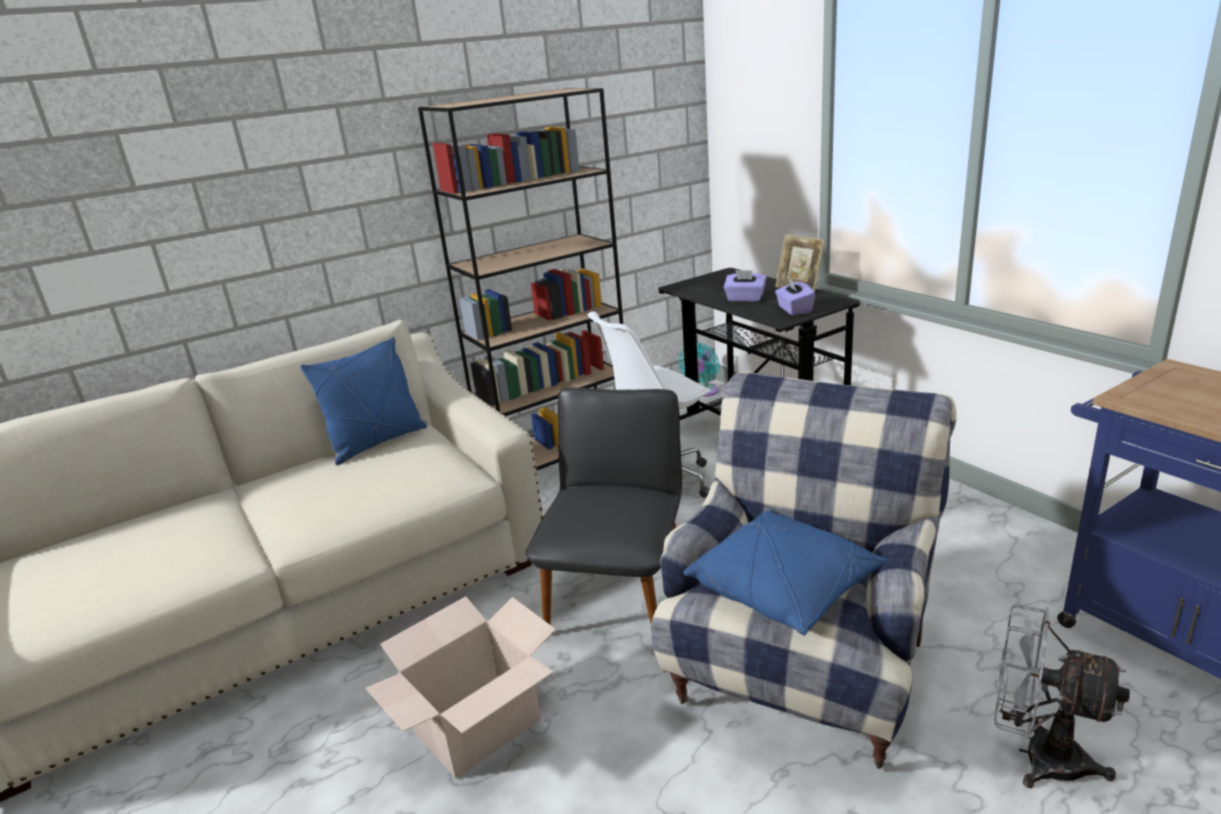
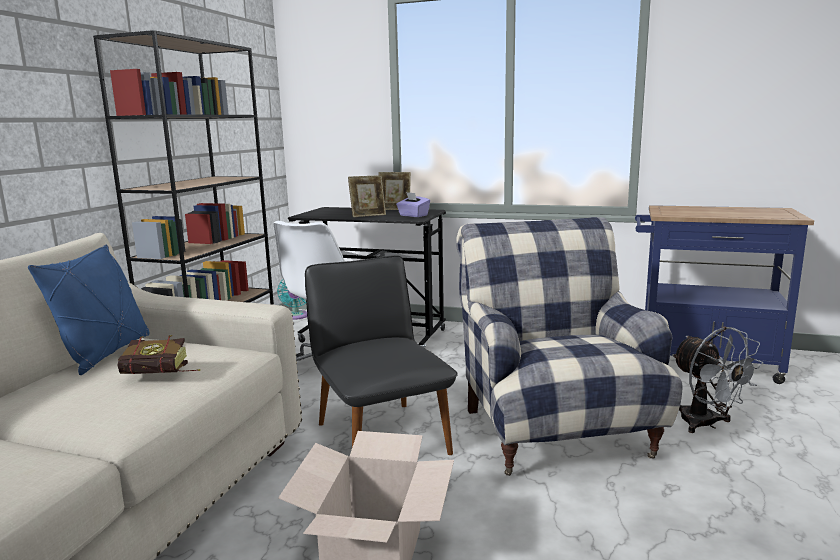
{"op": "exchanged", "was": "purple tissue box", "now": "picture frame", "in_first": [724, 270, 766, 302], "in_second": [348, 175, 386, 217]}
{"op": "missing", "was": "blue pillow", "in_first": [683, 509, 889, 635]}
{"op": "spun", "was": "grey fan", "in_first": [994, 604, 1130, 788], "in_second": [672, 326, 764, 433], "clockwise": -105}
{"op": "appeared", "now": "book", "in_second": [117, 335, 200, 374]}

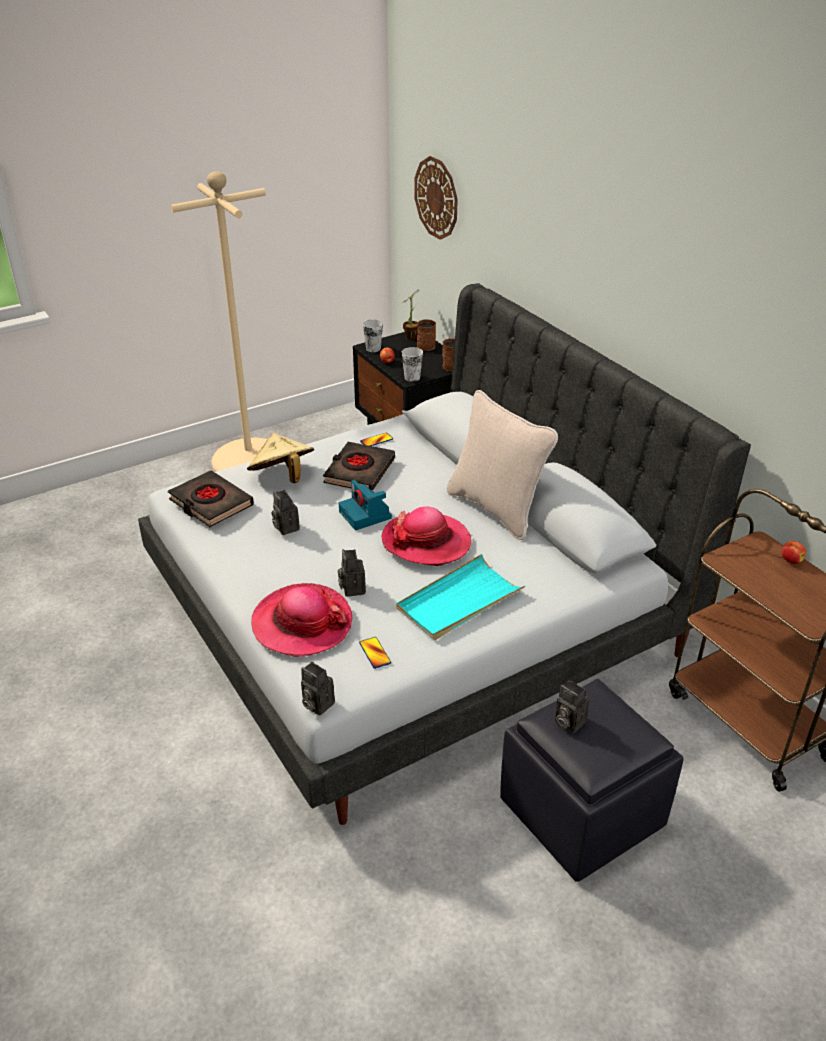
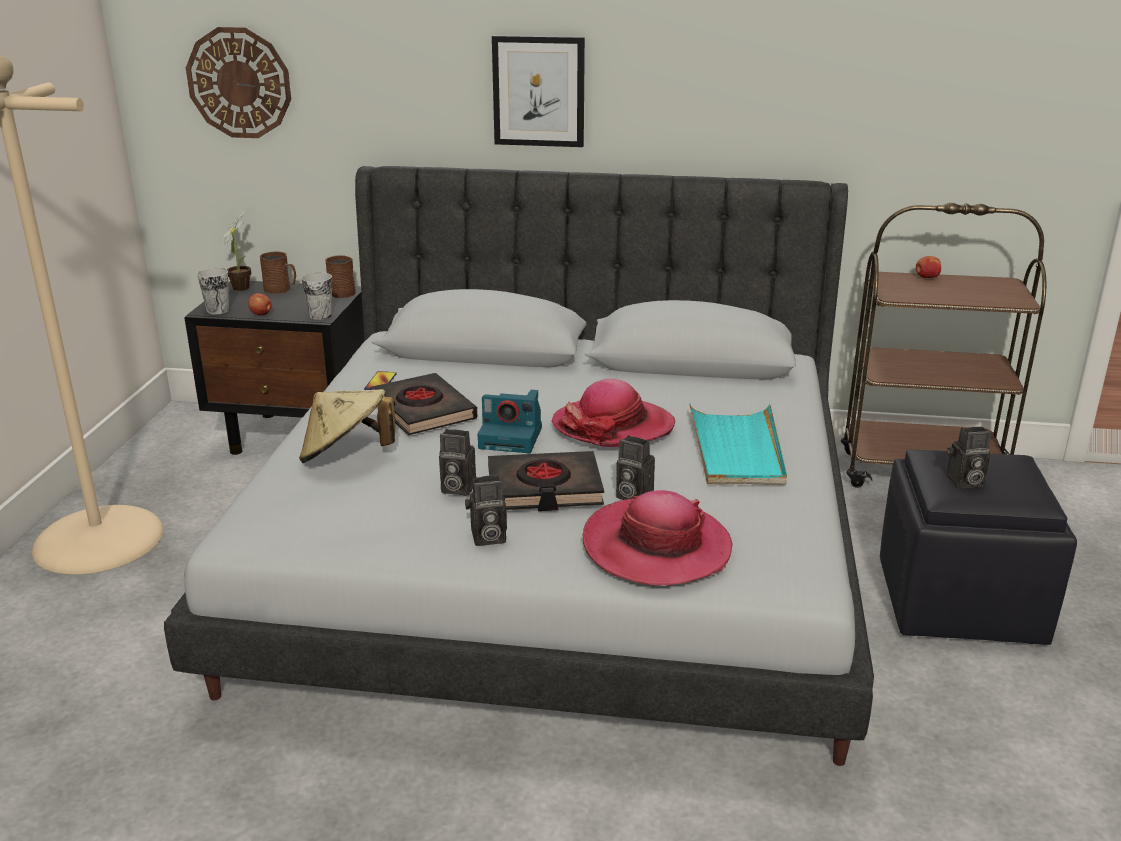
{"op": "missing", "was": "beige pillow", "in_first": [446, 390, 558, 540]}
{"op": "relocated", "was": "black book", "in_first": [168, 470, 254, 527], "in_second": [488, 451, 604, 511]}
{"op": "missing", "was": "phone", "in_first": [359, 637, 391, 669]}
{"op": "relocated", "was": "photo camera", "in_first": [301, 662, 335, 716], "in_second": [465, 475, 507, 546]}
{"op": "appeared", "now": "picture", "in_second": [492, 35, 585, 147]}

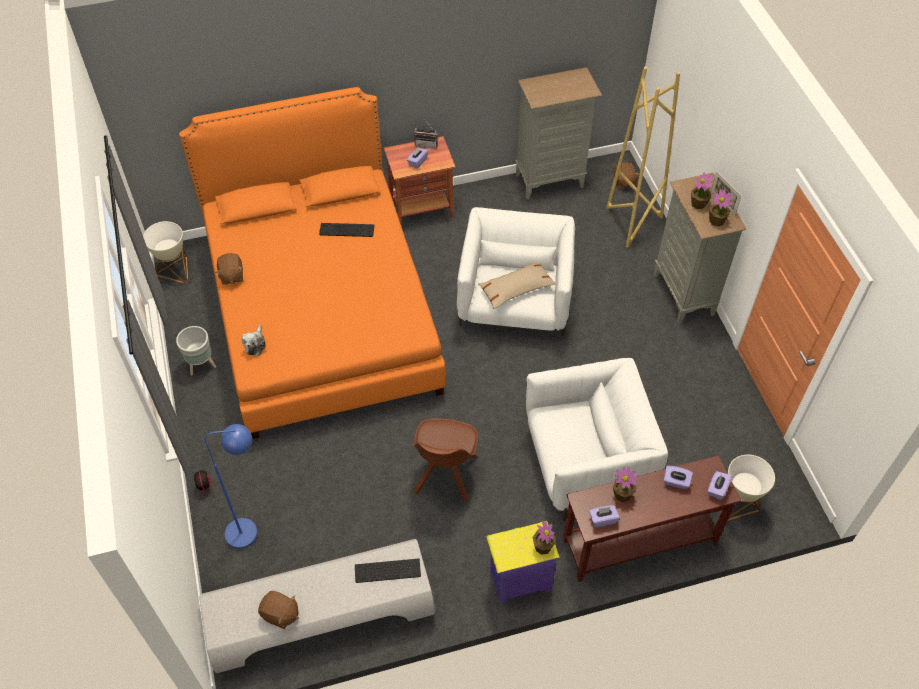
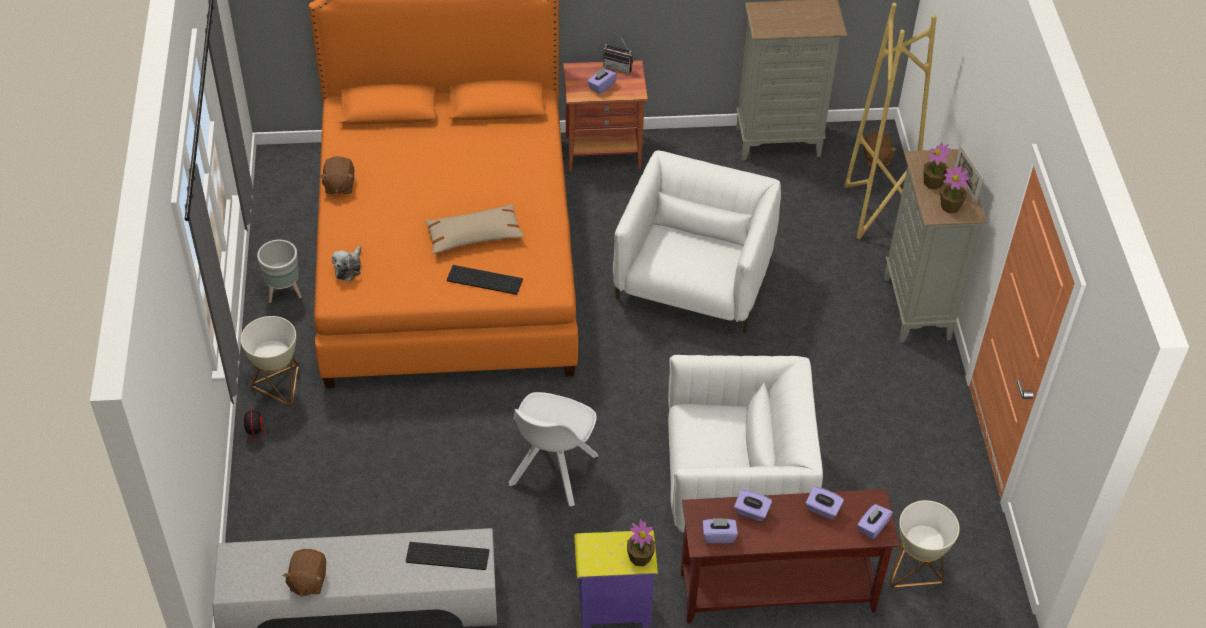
{"op": "relocated", "was": "planter", "in_first": [143, 221, 188, 284], "in_second": [240, 316, 299, 406]}
{"op": "relocated", "was": "keyboard", "in_first": [319, 223, 375, 237], "in_second": [447, 265, 523, 295]}
{"op": "relocated", "was": "beige pillow", "in_first": [478, 262, 556, 309], "in_second": [425, 204, 525, 254]}
{"op": "colour", "was": "brown chair", "now": "white chair", "in_first": [413, 418, 478, 502], "in_second": [508, 392, 599, 507]}
{"op": "missing", "was": "blue floor lamp", "in_first": [204, 424, 258, 549]}
{"op": "exchanged", "was": "potted plant", "now": "purple tissue box", "in_first": [613, 467, 638, 502], "in_second": [734, 489, 772, 522]}
{"op": "spun", "was": "brown plush toy", "in_first": [258, 591, 299, 629], "in_second": [282, 549, 326, 597], "clockwise": 60}

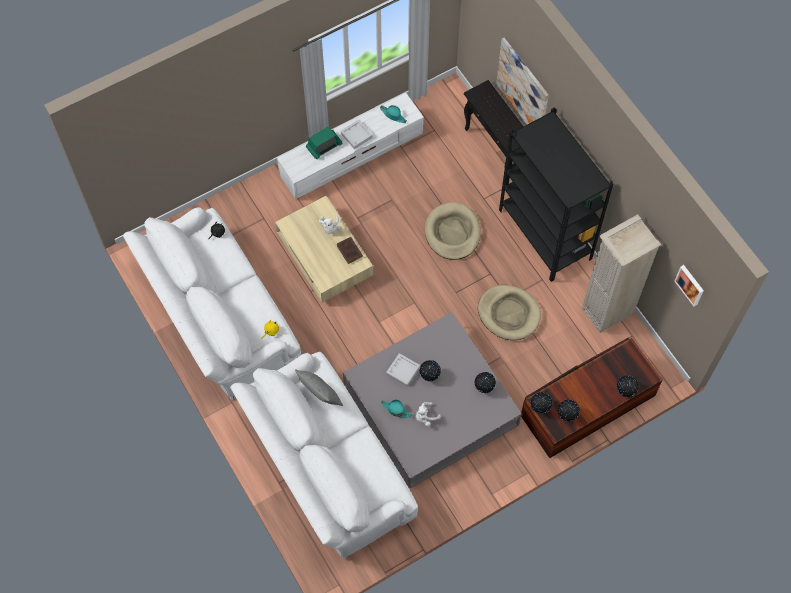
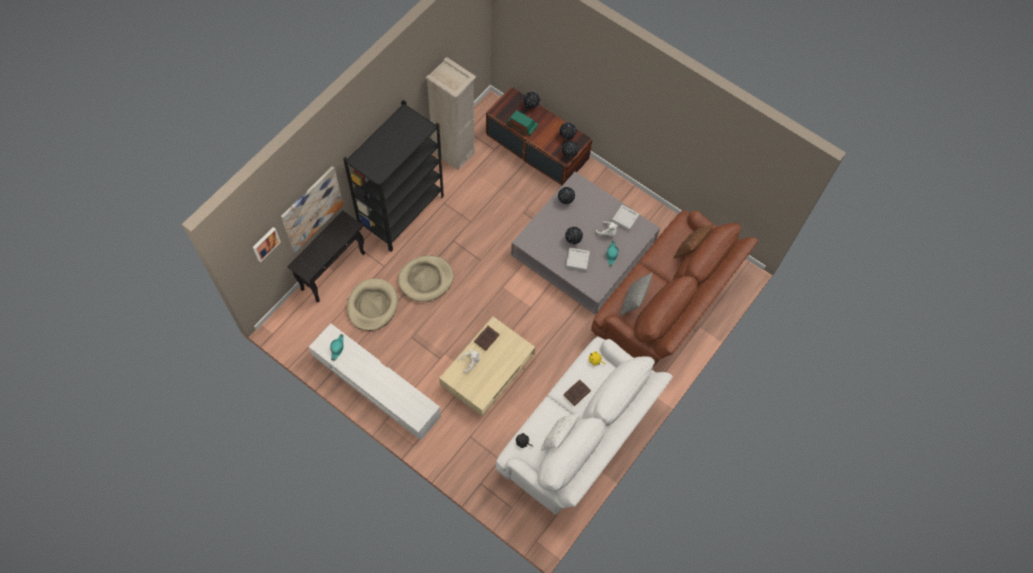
{"op": "relocated", "was": "grey tray", "in_first": [341, 120, 373, 149], "in_second": [612, 205, 640, 231]}
{"op": "relocated", "was": "radio", "in_first": [306, 126, 343, 159], "in_second": [507, 111, 538, 136]}
{"op": "relocated", "was": "picture", "in_first": [674, 265, 704, 306], "in_second": [253, 227, 281, 262]}
{"op": "relocated", "was": "beige dog bed", "in_first": [478, 285, 541, 340], "in_second": [347, 278, 398, 331]}
{"op": "colour", "was": "white sofa", "now": "brown sofa", "in_first": [230, 352, 418, 559], "in_second": [591, 210, 758, 367]}
{"op": "appeared", "now": "brown pillow", "in_second": [673, 224, 714, 259]}
{"op": "appeared", "now": "brown book", "in_second": [564, 380, 591, 406]}
{"op": "appeared", "now": "white pillow", "in_second": [541, 413, 580, 451]}

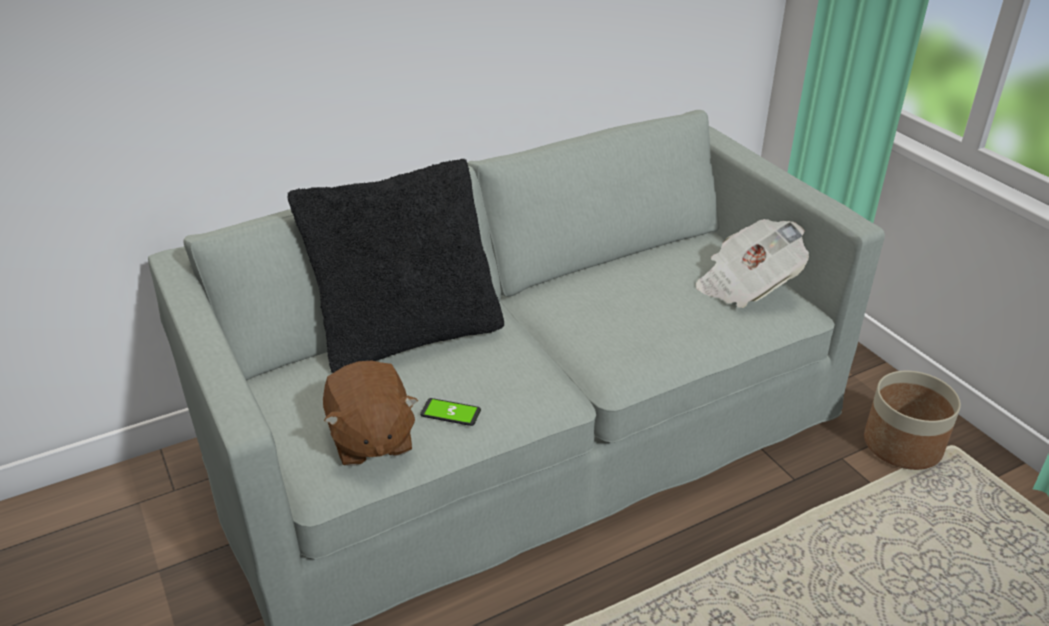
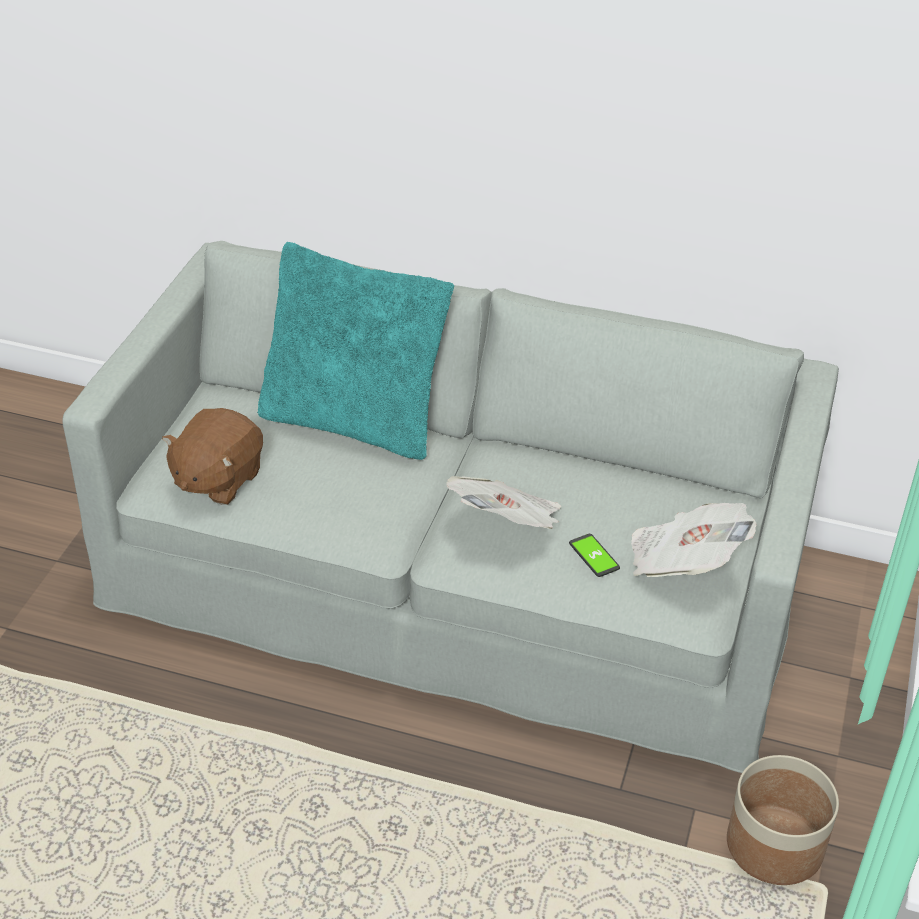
{"op": "colour", "was": "black pillow", "now": "turquoise pillow", "in_first": [287, 159, 504, 373], "in_second": [257, 242, 454, 460]}
{"op": "relocated", "was": "phone", "in_first": [420, 398, 481, 426], "in_second": [569, 534, 620, 577]}
{"op": "appeared", "now": "newspaper", "in_second": [447, 476, 561, 529]}

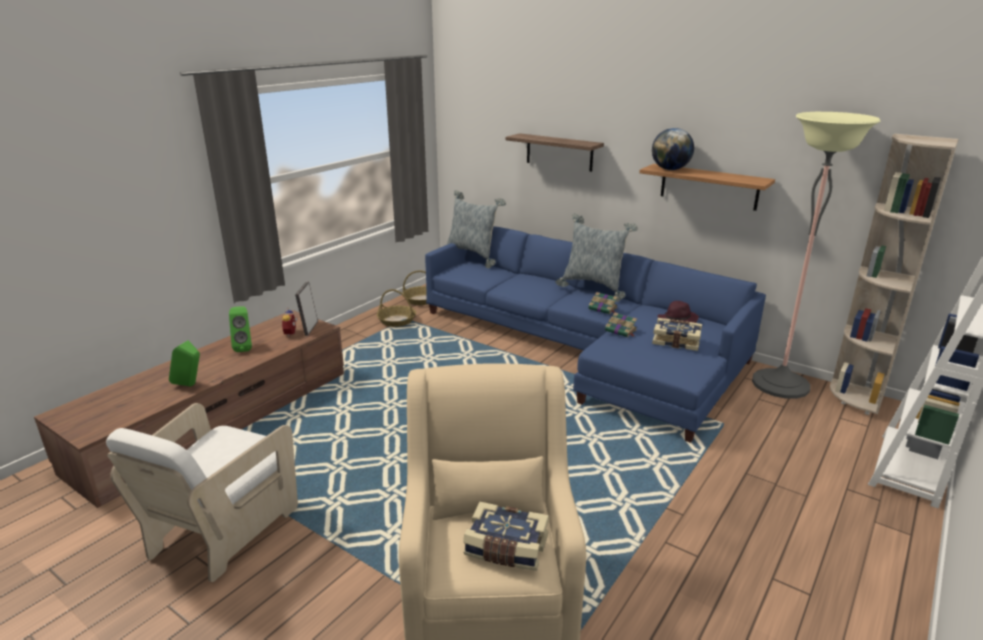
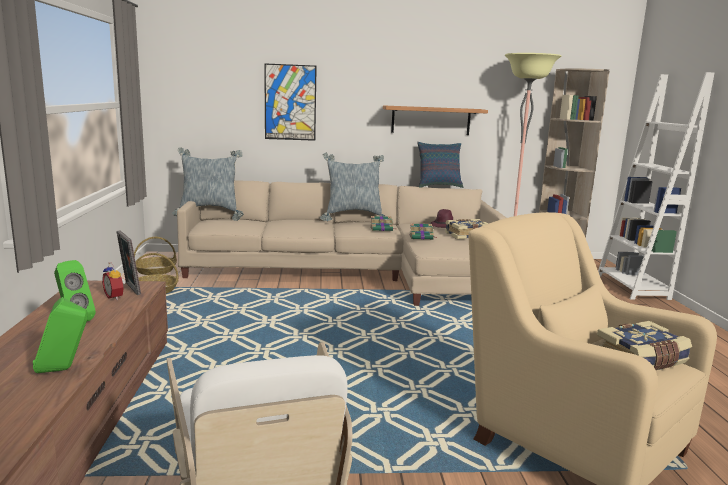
{"op": "missing", "was": "globe", "in_first": [652, 128, 694, 170]}
{"op": "exchanged", "was": "shelf", "now": "picture", "in_first": [506, 133, 604, 172], "in_second": [264, 63, 317, 141]}
{"op": "colour", "was": "blue sofa", "now": "beige sofa", "in_first": [425, 226, 766, 443], "in_second": [177, 180, 506, 306]}
{"op": "appeared", "now": "blue pillow", "in_second": [417, 142, 463, 188]}

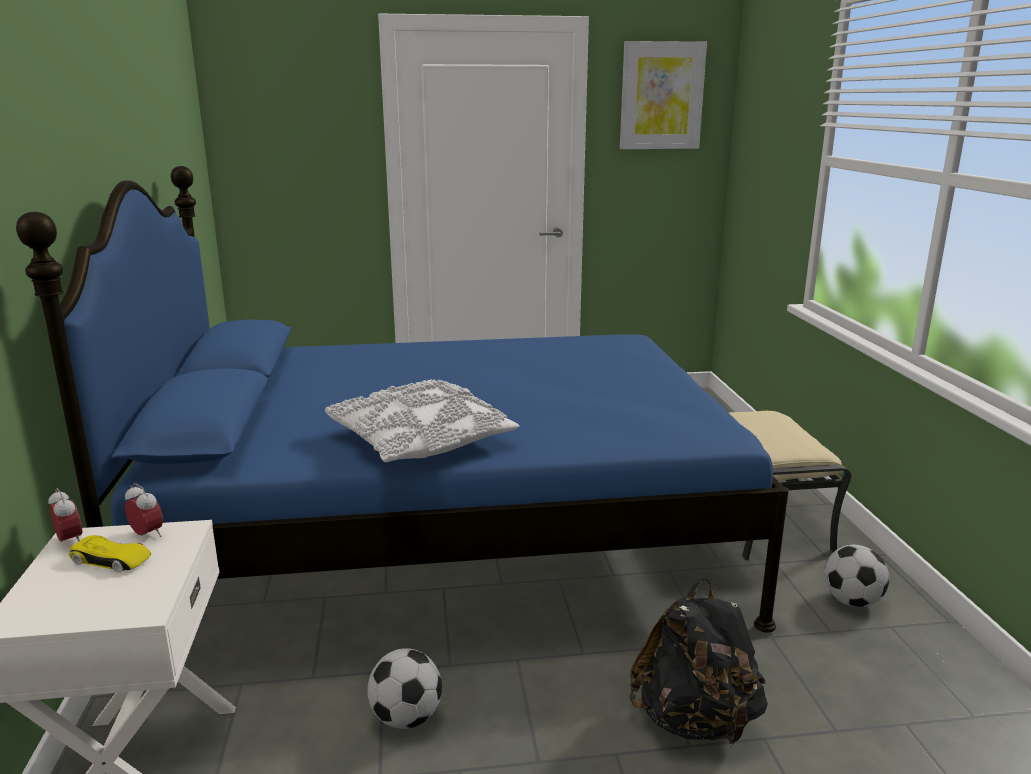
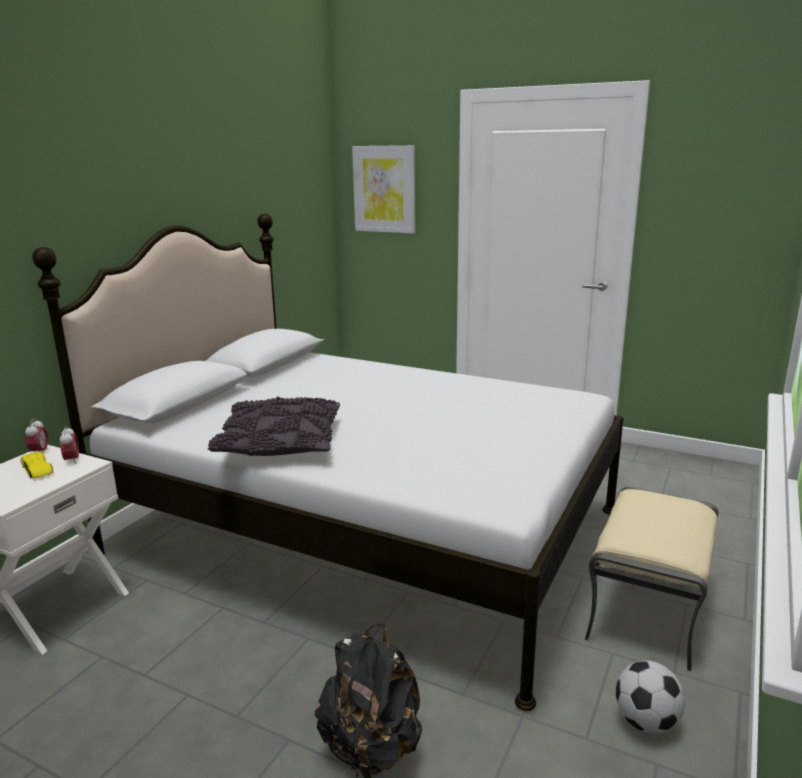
{"op": "relocated", "was": "picture", "in_first": [620, 41, 707, 149], "in_second": [352, 145, 415, 234]}
{"op": "colour", "was": "blue bed", "now": "white bed", "in_first": [16, 166, 789, 633], "in_second": [32, 214, 623, 711]}
{"op": "colour", "was": "white pillow", "now": "black pillow", "in_first": [325, 380, 519, 462], "in_second": [208, 397, 340, 456]}
{"op": "missing", "was": "football", "in_first": [367, 648, 442, 729]}

